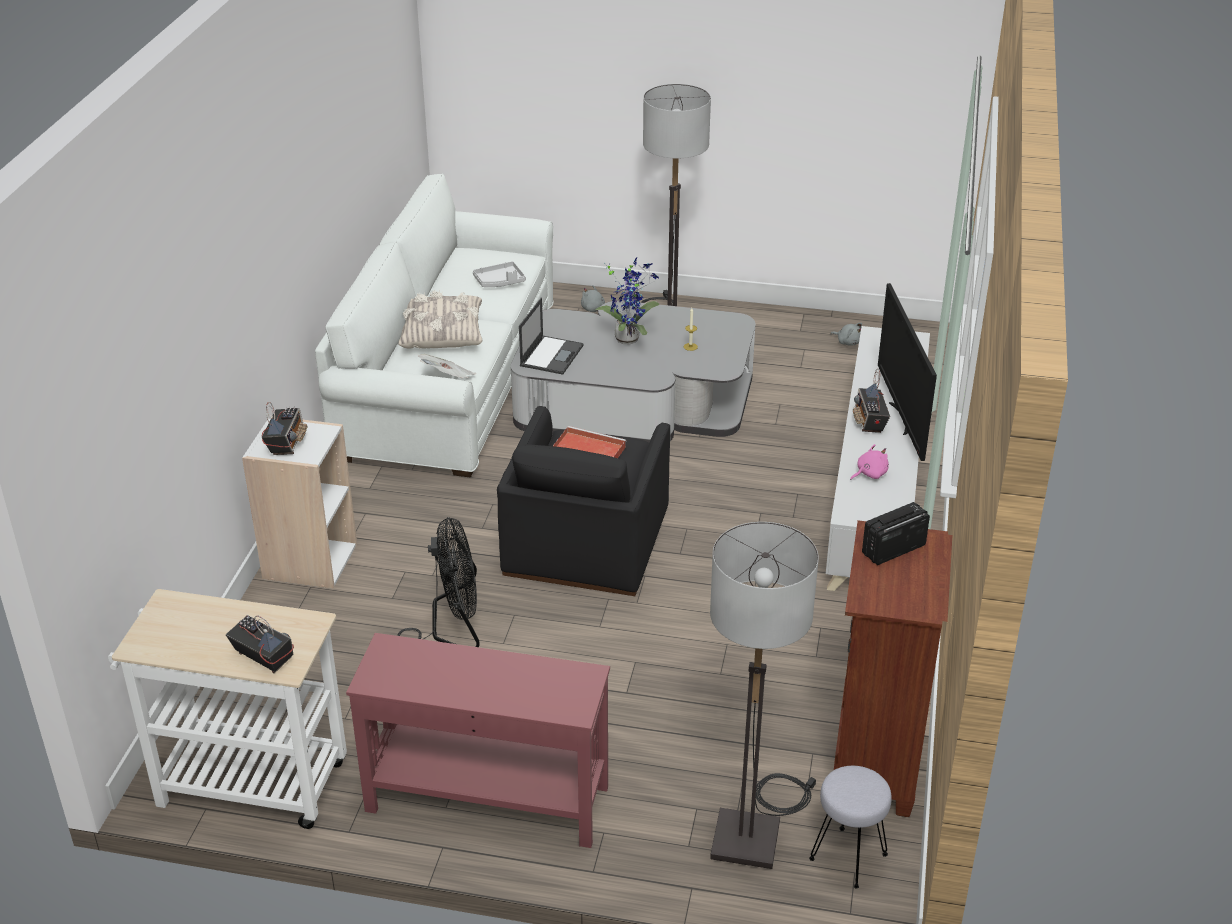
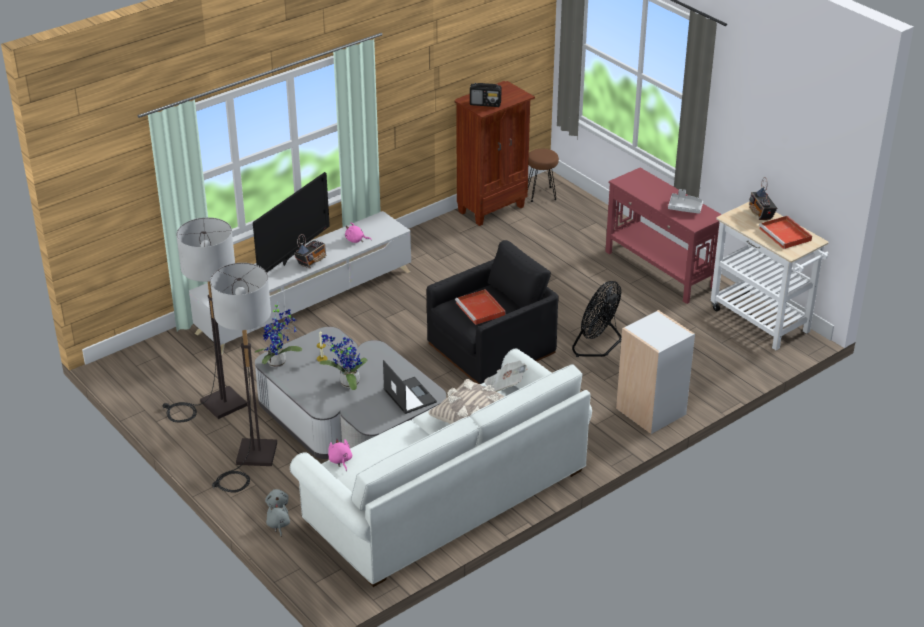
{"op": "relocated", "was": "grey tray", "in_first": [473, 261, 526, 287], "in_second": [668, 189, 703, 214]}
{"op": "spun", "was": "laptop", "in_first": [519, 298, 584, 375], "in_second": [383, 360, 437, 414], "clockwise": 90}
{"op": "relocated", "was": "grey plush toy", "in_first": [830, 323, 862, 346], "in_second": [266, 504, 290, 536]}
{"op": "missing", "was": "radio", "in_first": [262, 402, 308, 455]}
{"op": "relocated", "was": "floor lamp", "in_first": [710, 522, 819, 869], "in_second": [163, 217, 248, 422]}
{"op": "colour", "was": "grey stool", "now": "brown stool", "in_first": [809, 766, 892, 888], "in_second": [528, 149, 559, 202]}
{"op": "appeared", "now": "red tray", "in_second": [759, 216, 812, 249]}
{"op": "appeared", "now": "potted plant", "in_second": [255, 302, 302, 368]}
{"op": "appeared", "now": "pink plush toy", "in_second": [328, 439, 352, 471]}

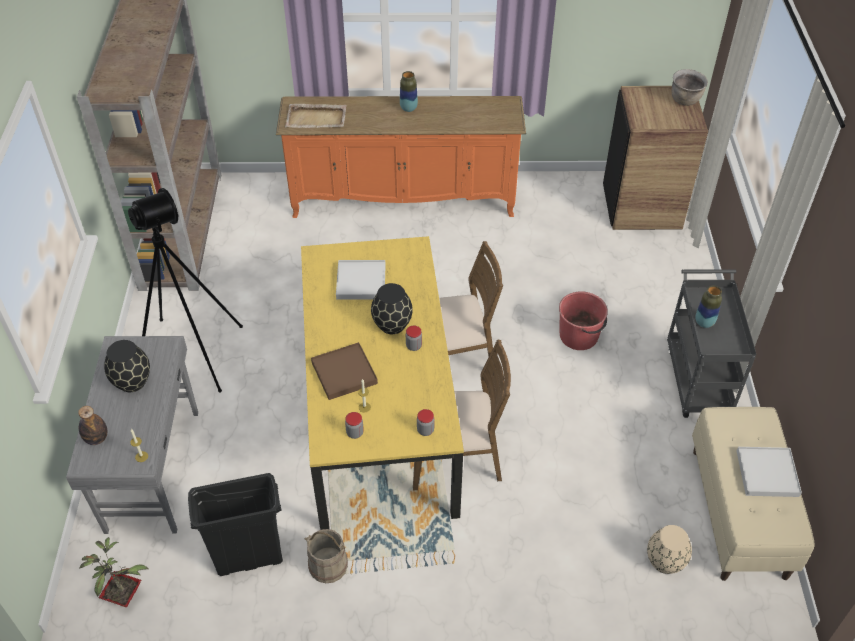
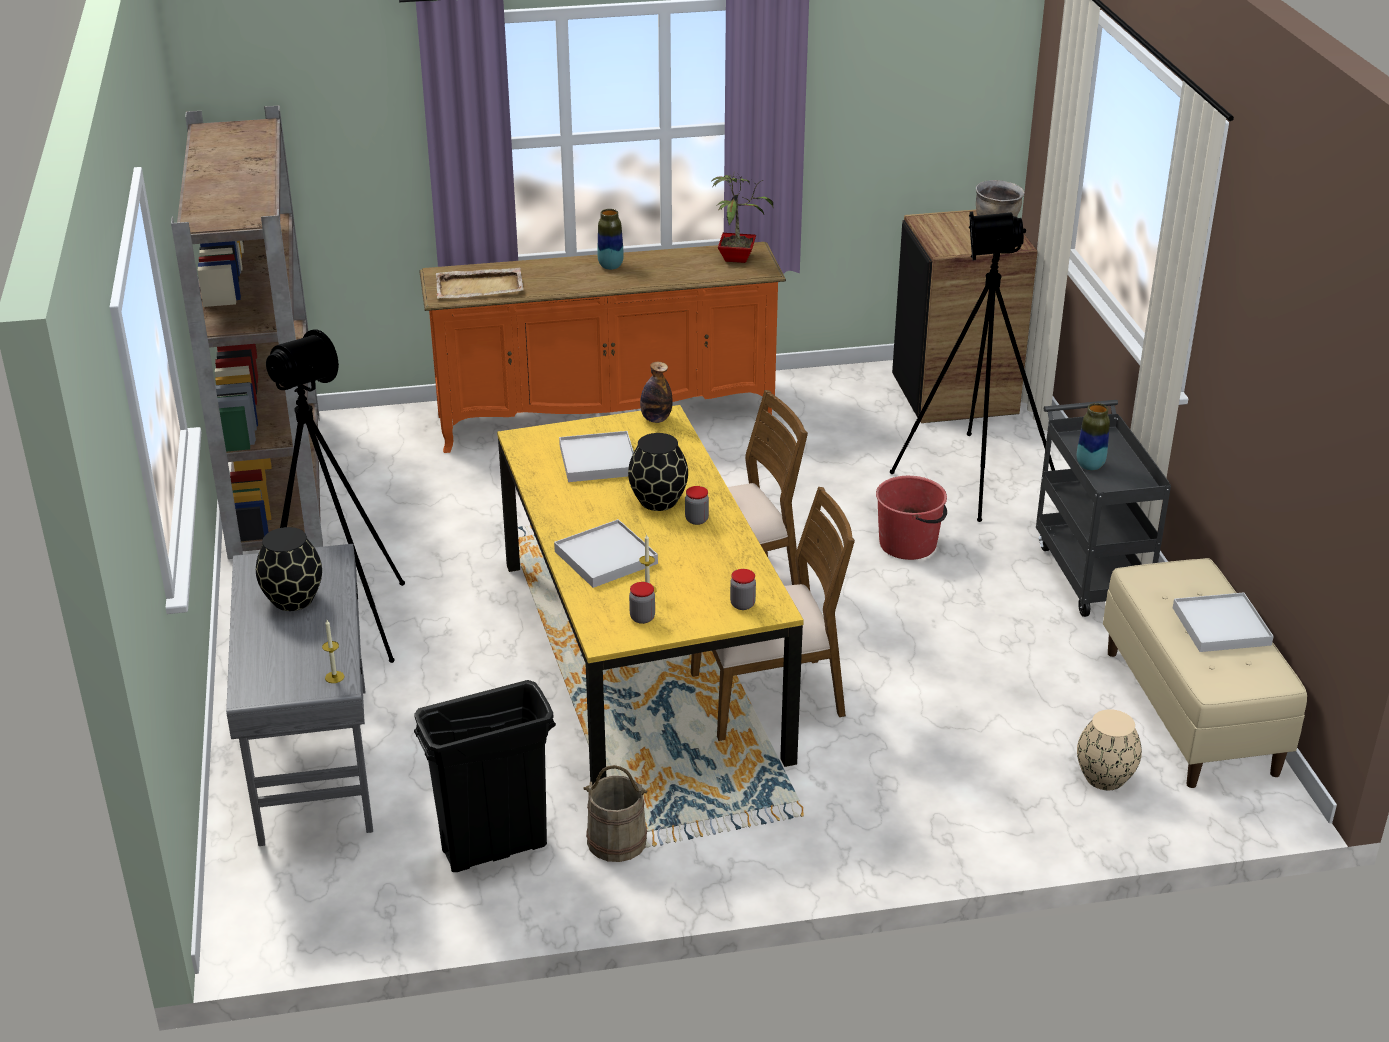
{"op": "colour", "was": "brown tray", "now": "white tray", "in_first": [311, 342, 378, 400], "in_second": [554, 519, 658, 588]}
{"op": "relocated", "was": "bottle", "in_first": [78, 406, 107, 445], "in_second": [640, 362, 672, 423]}
{"op": "relocated", "was": "potted plant", "in_first": [79, 537, 149, 607], "in_second": [710, 173, 773, 263]}
{"op": "appeared", "now": "black floor lamp", "in_second": [890, 212, 1055, 522]}

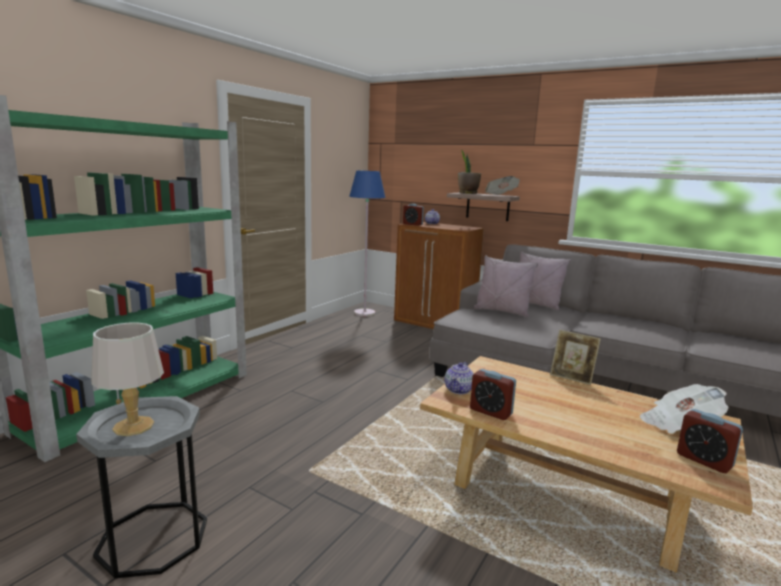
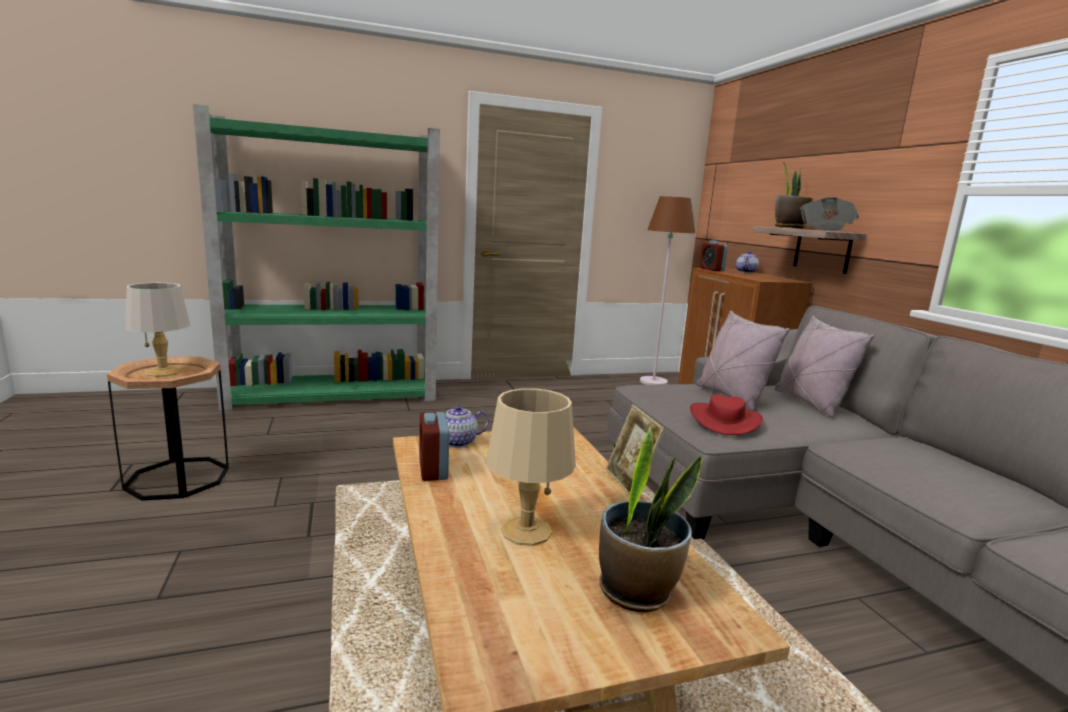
{"op": "colour", "was": "blue floor lamp", "now": "brown floor lamp", "in_first": [349, 170, 386, 317], "in_second": [640, 196, 695, 385]}
{"op": "exchanged", "was": "newspaper", "now": "potted plant", "in_first": [640, 384, 728, 434], "in_second": [599, 426, 702, 612]}
{"op": "colour", "was": "grey side table", "now": "brown side table", "in_first": [76, 396, 207, 578], "in_second": [107, 357, 229, 501]}
{"op": "missing", "was": "alarm clock", "in_first": [677, 409, 743, 473]}
{"op": "appeared", "now": "beige table lamp", "in_second": [486, 388, 576, 546]}
{"op": "appeared", "now": "red hat", "in_second": [690, 394, 763, 435]}

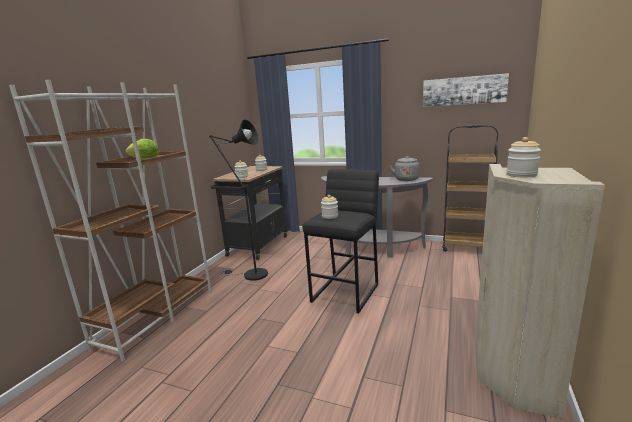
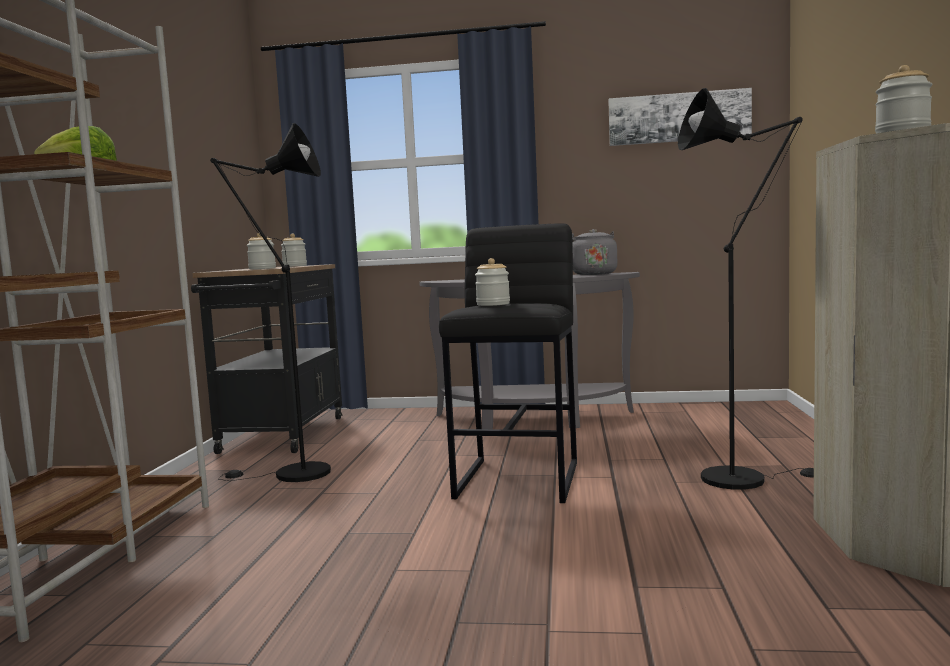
{"op": "missing", "was": "brown cart", "in_first": [442, 124, 498, 252]}
{"op": "appeared", "now": "black floor lamp", "in_second": [678, 88, 814, 490]}

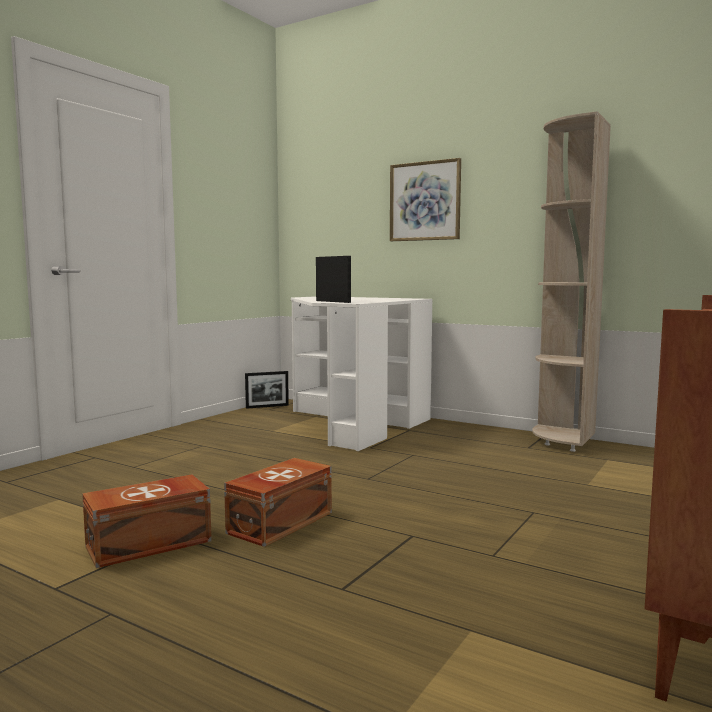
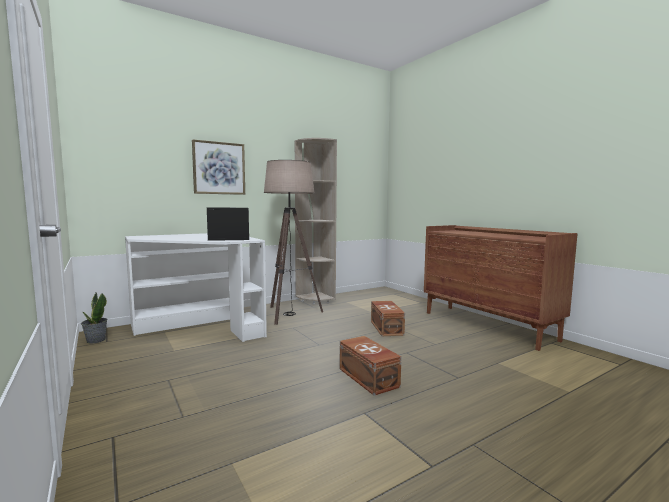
{"op": "exchanged", "was": "picture frame", "now": "potted plant", "in_first": [245, 371, 289, 409], "in_second": [81, 293, 108, 343]}
{"op": "relocated", "was": "brown storage box", "in_first": [82, 475, 212, 568], "in_second": [371, 301, 405, 336]}
{"op": "appeared", "now": "floor lamp", "in_second": [264, 160, 323, 325]}

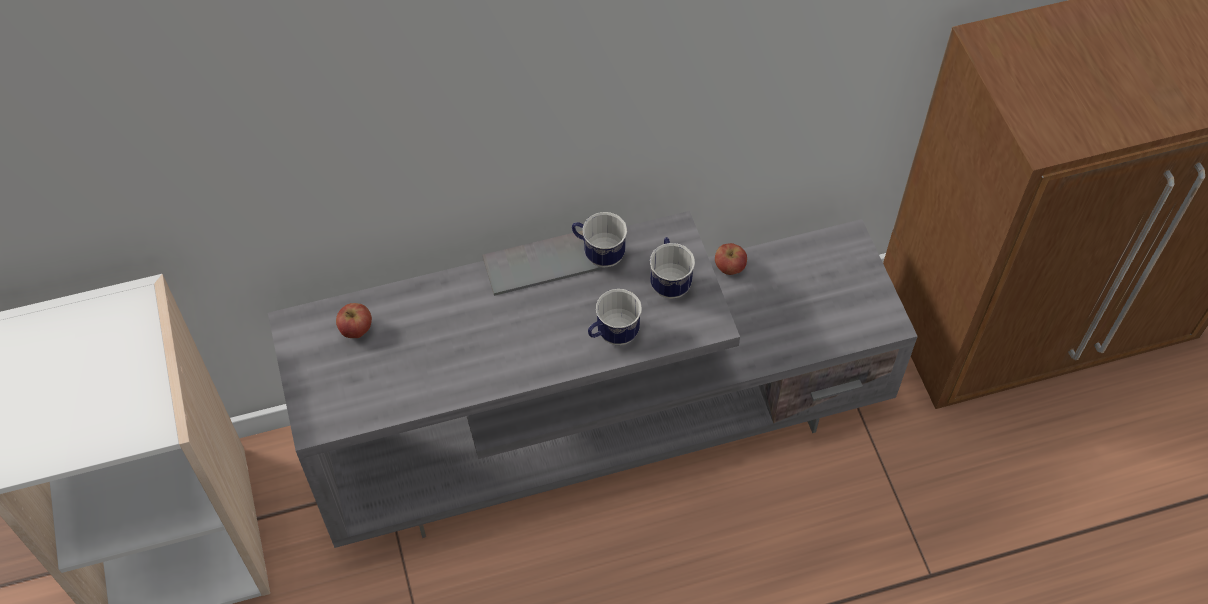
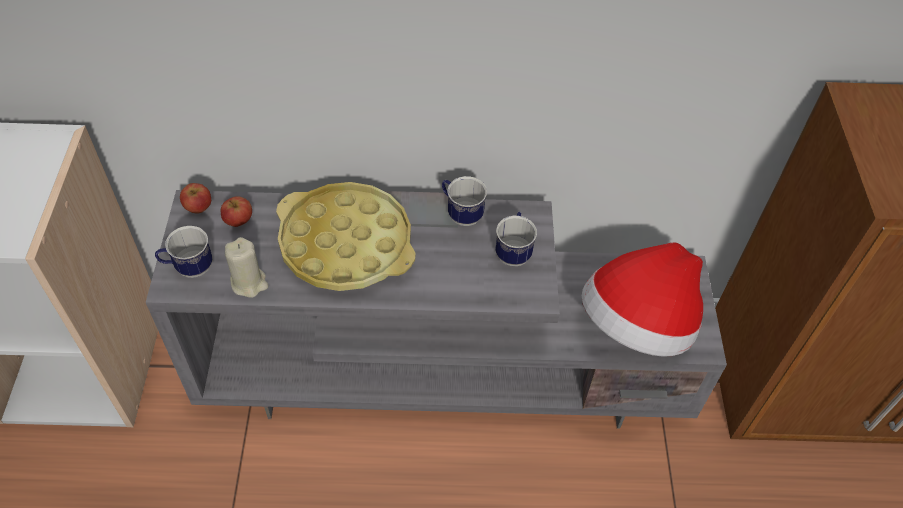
{"op": "relocated", "was": "apple", "in_first": [715, 243, 747, 275], "in_second": [180, 183, 211, 214]}
{"op": "relocated", "was": "mug", "in_first": [588, 289, 642, 345], "in_second": [155, 226, 213, 278]}
{"op": "appeared", "now": "yellow tray", "in_second": [276, 182, 415, 291]}
{"op": "appeared", "now": "beige candle", "in_second": [225, 237, 268, 298]}
{"op": "appeared", "now": "hat", "in_second": [582, 243, 703, 357]}

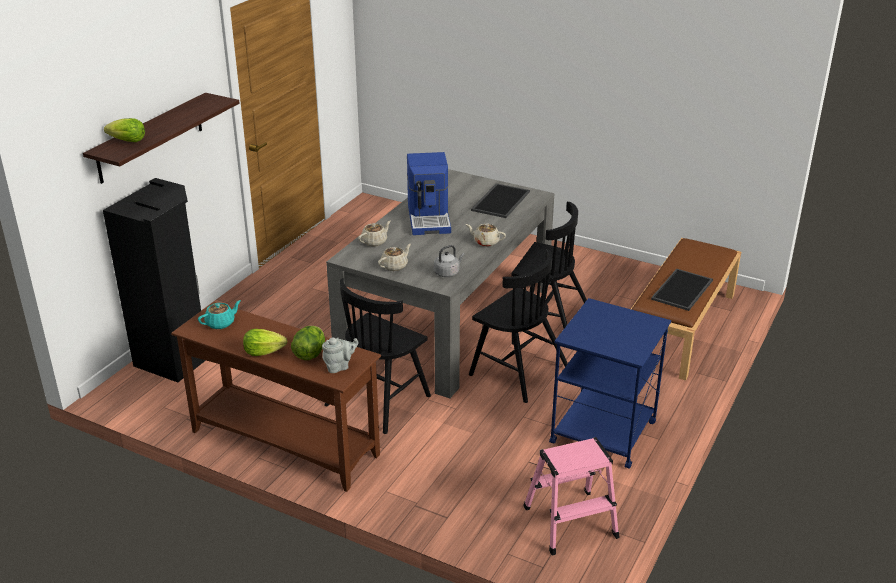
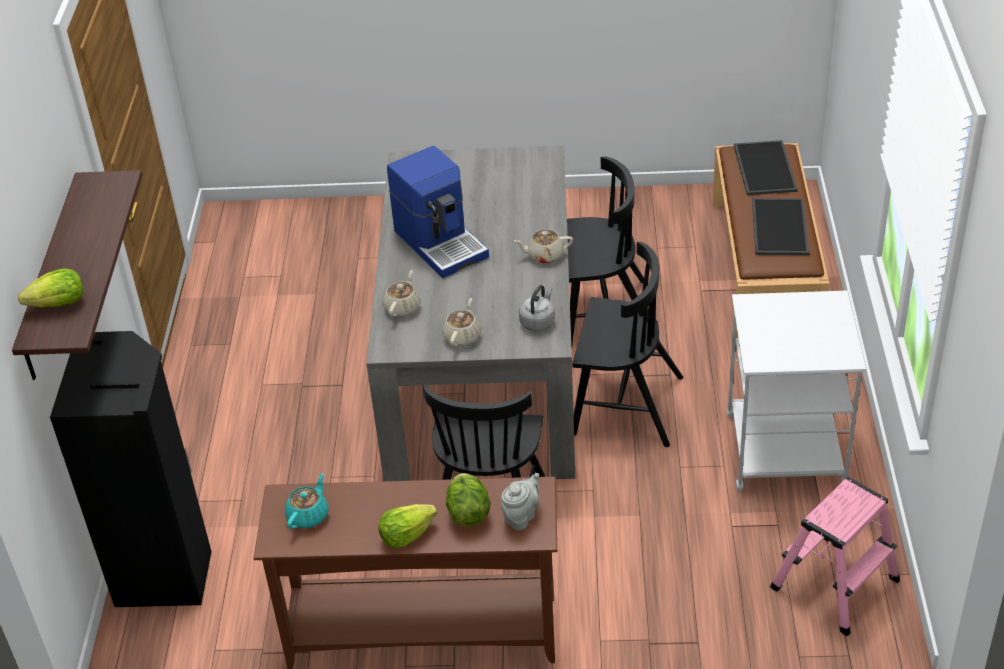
{"op": "relocated", "was": "tray", "in_first": [471, 183, 530, 218], "in_second": [734, 140, 798, 195]}
{"op": "colour", "was": "blue cart", "now": "white cart", "in_first": [549, 298, 671, 469], "in_second": [726, 291, 866, 490]}

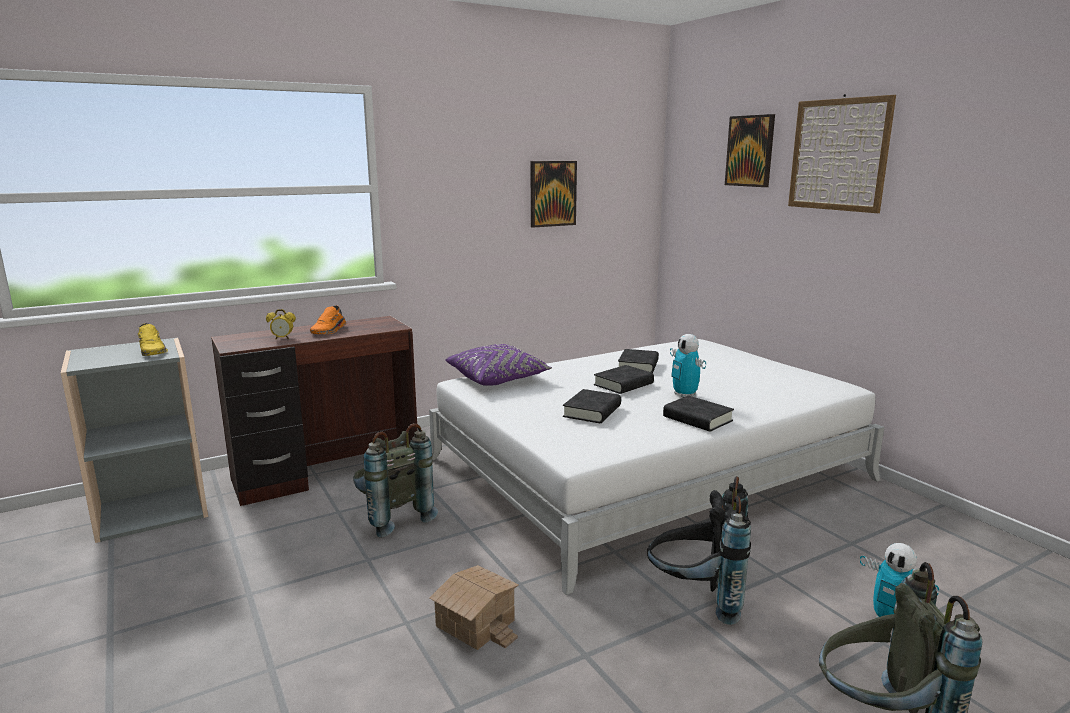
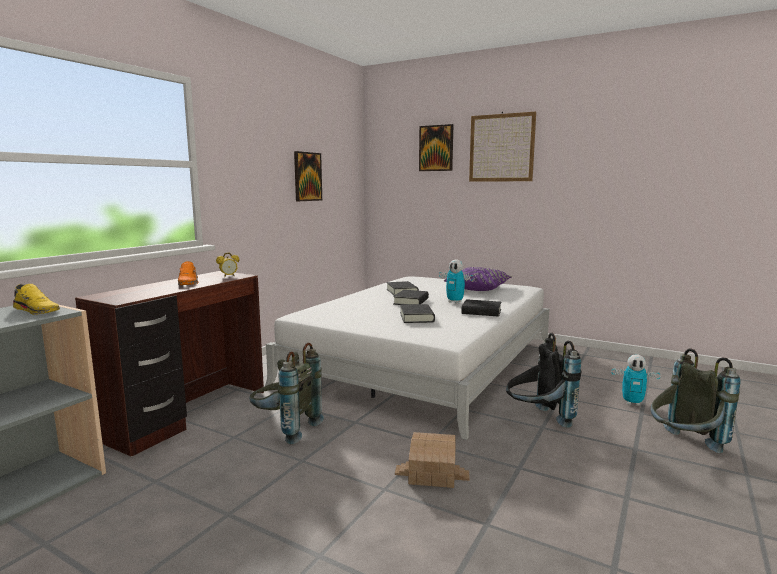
{"op": "relocated", "was": "alarm clock", "in_first": [266, 309, 296, 339], "in_second": [216, 253, 240, 277]}
{"op": "relocated", "was": "purple pillow", "in_first": [445, 344, 552, 386], "in_second": [444, 267, 512, 291]}

